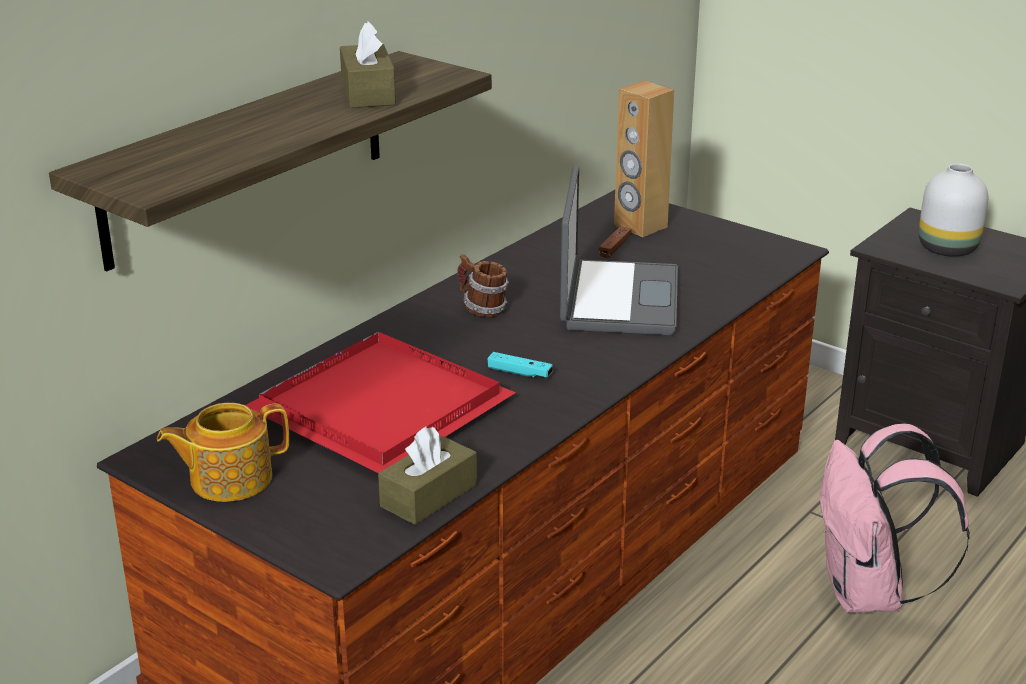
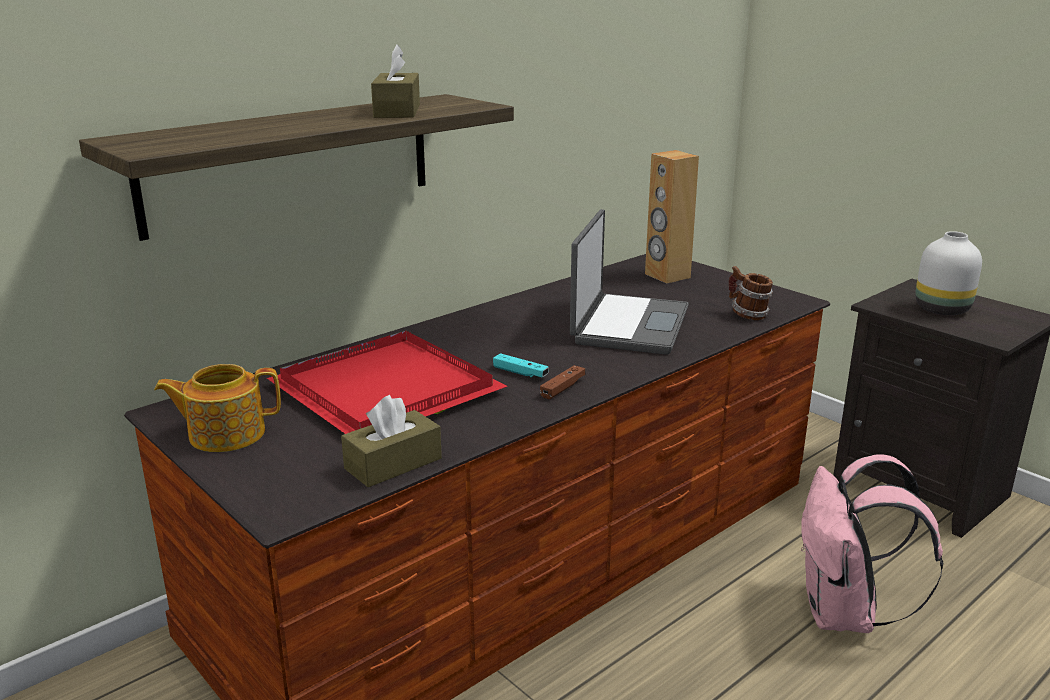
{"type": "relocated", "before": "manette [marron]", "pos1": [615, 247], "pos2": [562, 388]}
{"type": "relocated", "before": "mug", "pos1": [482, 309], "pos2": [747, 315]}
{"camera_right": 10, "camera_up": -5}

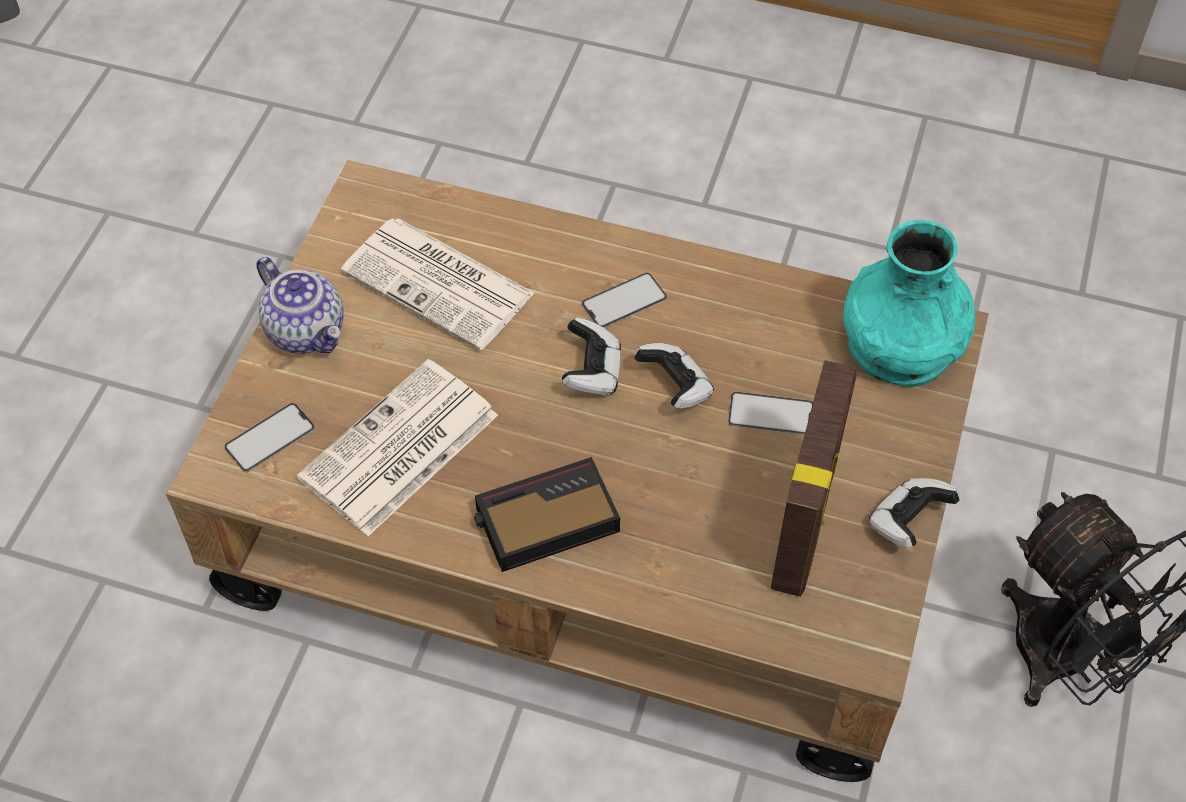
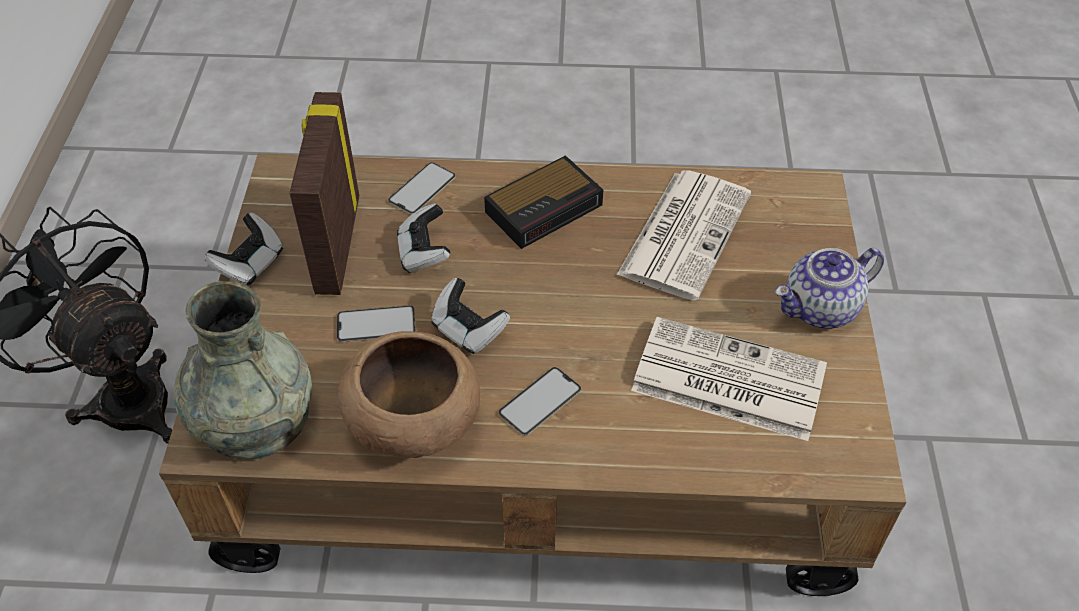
{"type": "colour", "before": "vase [turquoise]", "after": "vase [gris]", "pos1": [900, 344], "pos2": [254, 417]}
{"type": "appeared", "after": "bol [marron]", "pos2": [414, 420]}
{"type": "relocated", "before": "téléphone", "pos1": [270, 438], "pos2": [422, 189]}
{"type": "relocated", "before": "manette", "pos1": [592, 371], "pos2": [424, 253]}
{"type": "spun", "before": "théière", "pos1": [307, 330], "pos2": [820, 309], "turn": -60}
{"camera_right": 165, "camera_up": -5}

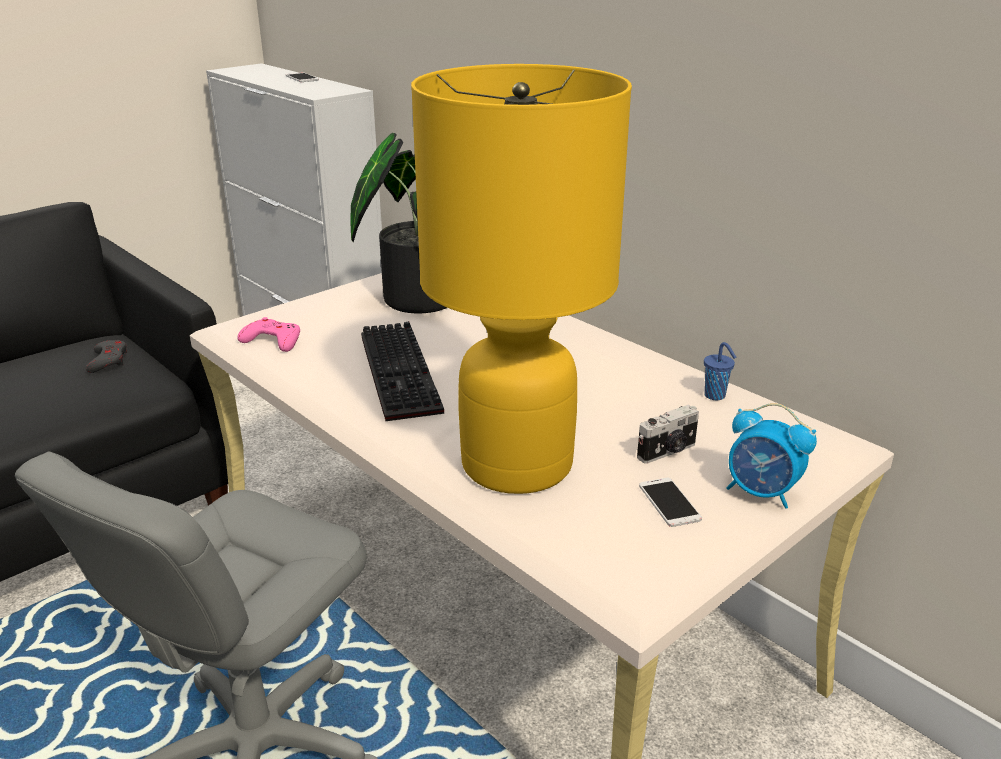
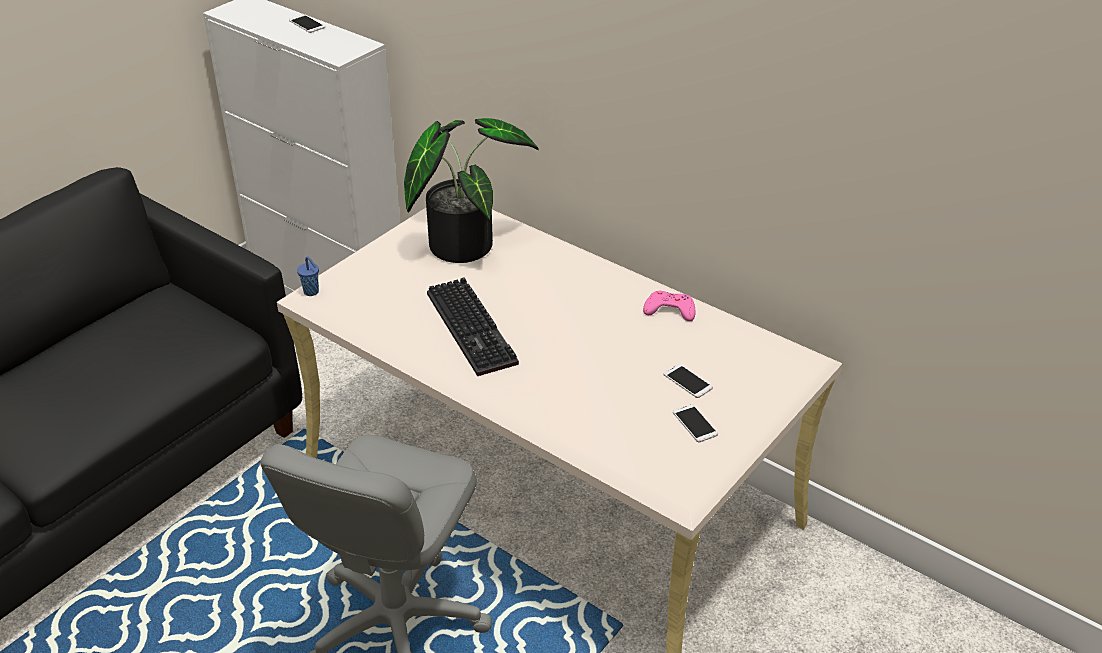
{"type": "relocated", "before": "tasse [bleu]", "pos1": [716, 396], "pos2": [312, 292]}
{"type": "relocated", "before": "manette [rose]", "pos1": [273, 340], "pos2": [669, 310]}
{"type": "exchanged", "before": "appareil photo", "after": "téléphone", "pos1": [668, 452], "pos2": [687, 381]}
{"type": "missing", "before": "manette [gris]", "pos1": [108, 360]}
{"type": "missing", "before": "lampe de table [jaune]", "pos1": [516, 465]}
{"type": "missing", "before": "réveil", "pos1": [761, 493]}
{"camera_right": -10, "camera_up": 10}

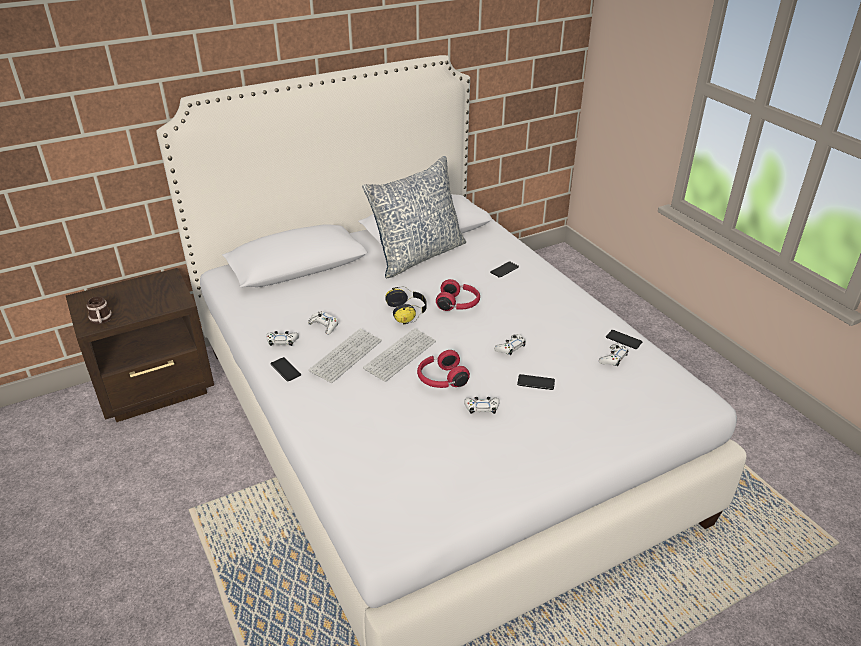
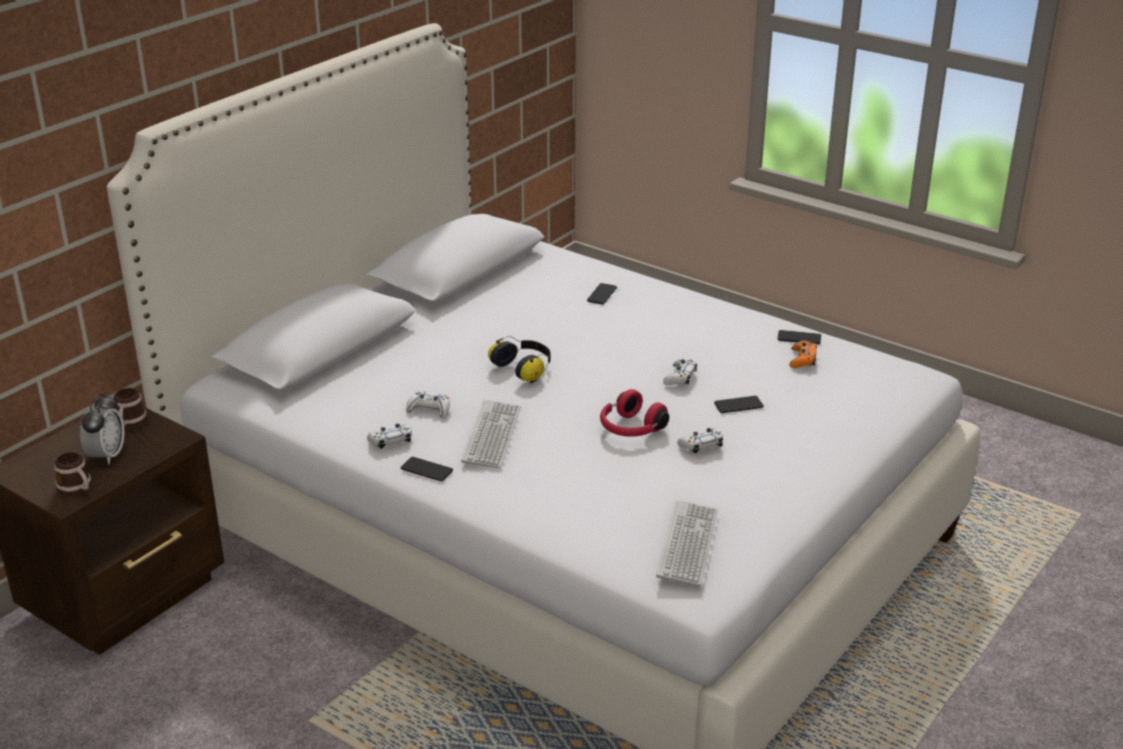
{"type": "appeared", "after": "réveil", "pos2": [107, 455]}
{"type": "appeared", "after": "mug", "pos2": [129, 423]}
{"type": "relocated", "before": "clavier", "pos1": [400, 355], "pos2": [687, 544]}
{"type": "colour", "before": "manette [blanc]", "after": "manette [orange]", "pos1": [613, 358], "pos2": [802, 359]}
{"type": "missing", "before": "coussin", "pos1": [418, 255]}
{"type": "missing", "before": "casque audio [rouge]", "pos1": [458, 304]}
{"camera_right": -25, "camera_up": -5}

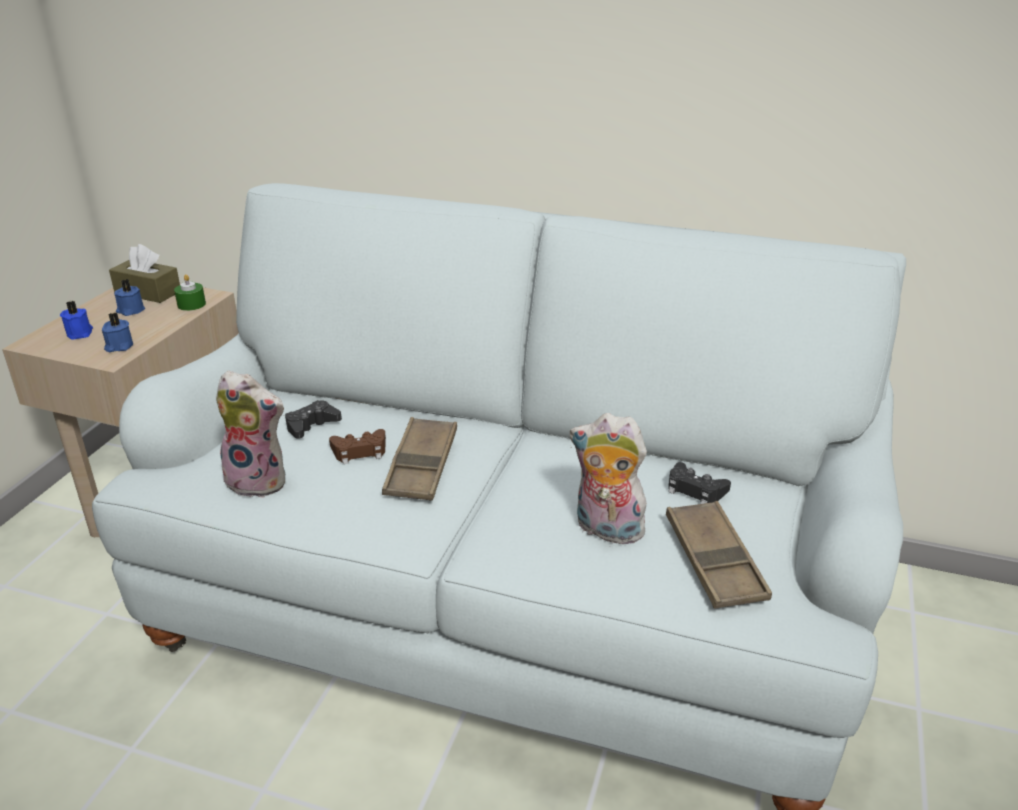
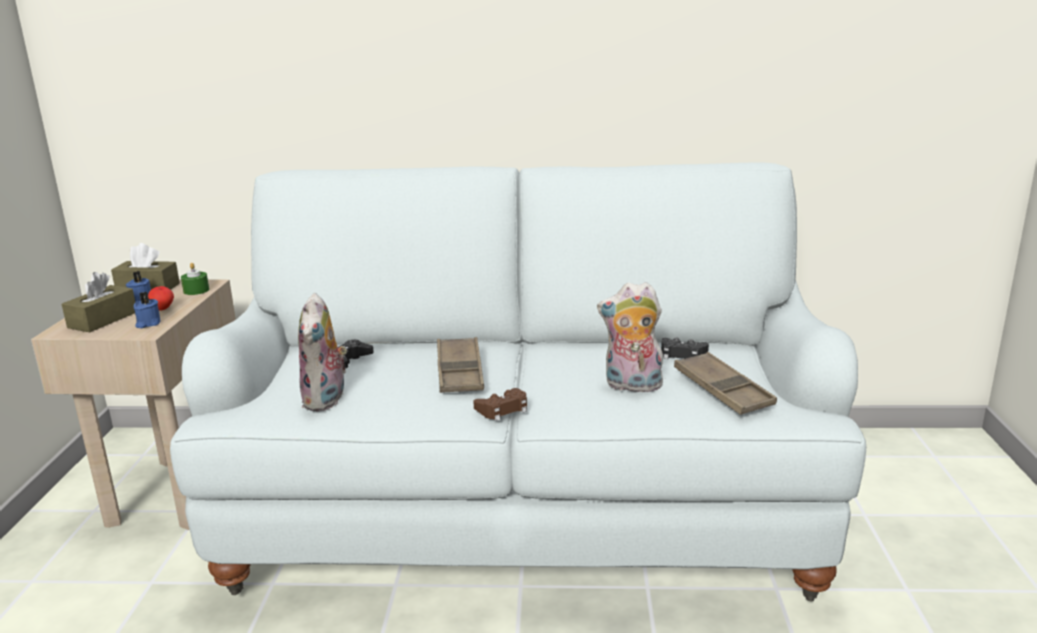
{"type": "exchanged", "before": "bougie [bleu]", "after": "boîte à mouchoirs [marron]", "pos1": [80, 333], "pos2": [103, 320]}
{"type": "appeared", "after": "pomme", "pos2": [162, 309]}
{"type": "spun", "before": "peluche", "pos1": [260, 480], "pos2": [327, 400], "turn": 90}
{"type": "relocated", "before": "manette [marron]", "pos1": [360, 451], "pos2": [503, 409]}
{"camera_right": -15, "camera_up": -10}

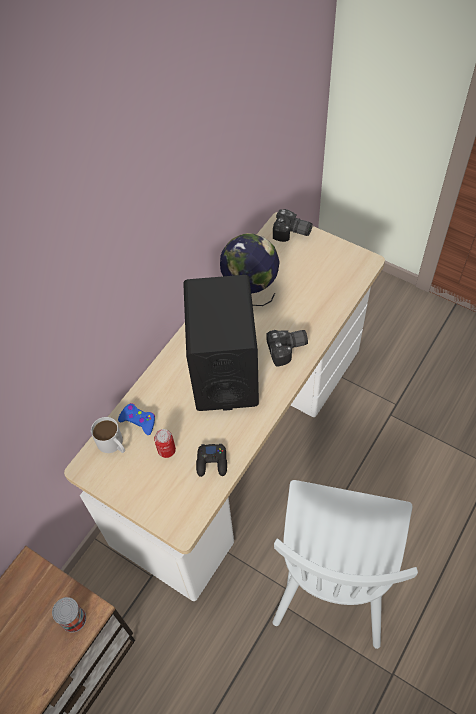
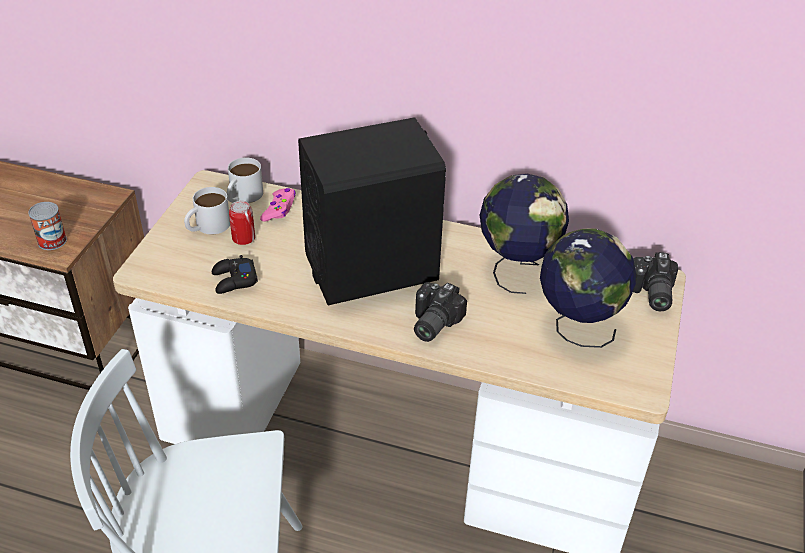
{"type": "appeared", "after": "mug [blanc]", "pos2": [207, 226]}
{"type": "colour", "before": "manette [bleu]", "after": "manette [rose]", "pos1": [138, 421], "pos2": [279, 209]}
{"type": "spun", "before": "appareil photo", "pos1": [288, 350], "pos2": [431, 323], "turn": 60}
{"type": "appeared", "after": "globe", "pos2": [576, 327]}
{"camera_right": 70, "camera_up": -15}

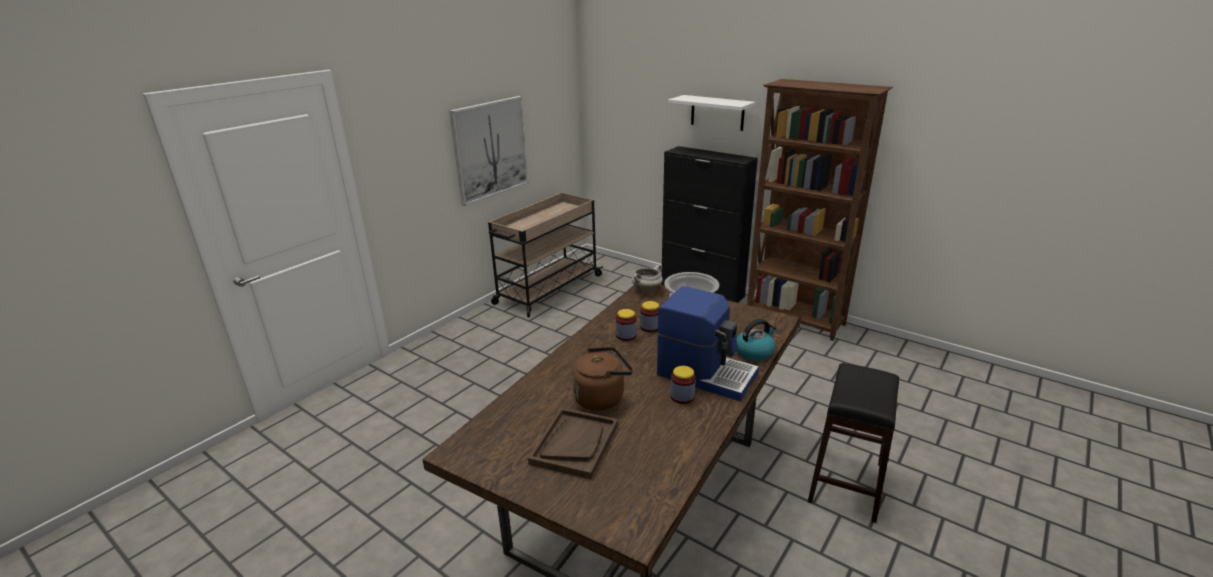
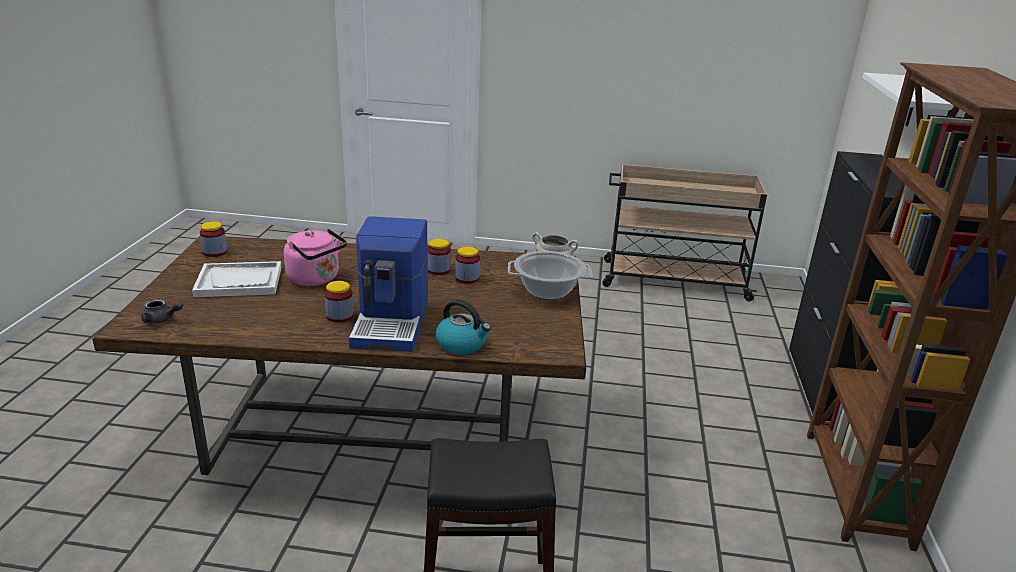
{"type": "appeared", "after": "théière [gris]", "pos2": [161, 320]}
{"type": "colour", "before": "plateau [marron]", "after": "plateau [blanc]", "pos1": [574, 444], "pos2": [239, 281]}
{"type": "appeared", "after": "bocal", "pos2": [215, 252]}
{"type": "colour", "before": "bouilloire [marron]", "after": "bouilloire [rose]", "pos1": [601, 397], "pos2": [316, 279]}
{"type": "missing", "before": "tableau", "pos1": [490, 149]}
{"camera_right": 60, "camera_up": 0}

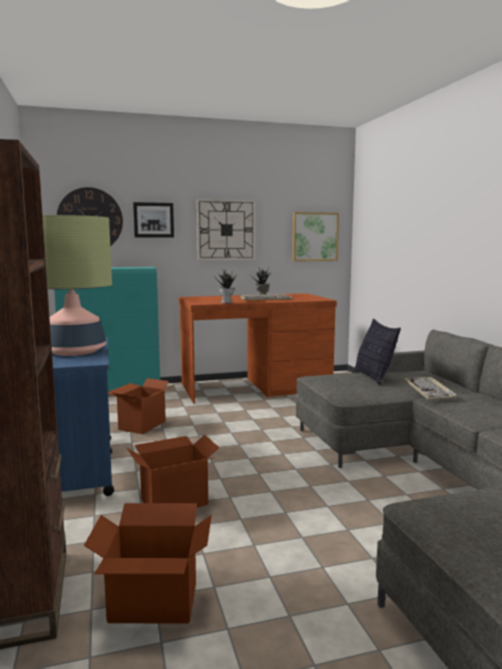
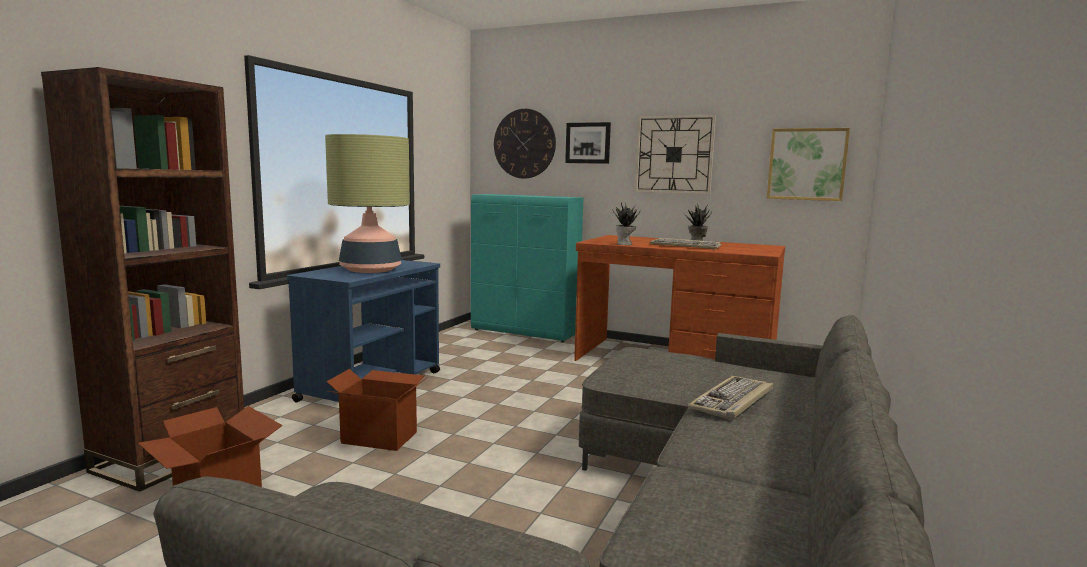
{"type": "missing", "before": "carton", "pos1": [141, 425]}
{"type": "missing", "before": "coussin", "pos1": [374, 377]}
{"camera_right": 40, "camera_up": 0}

